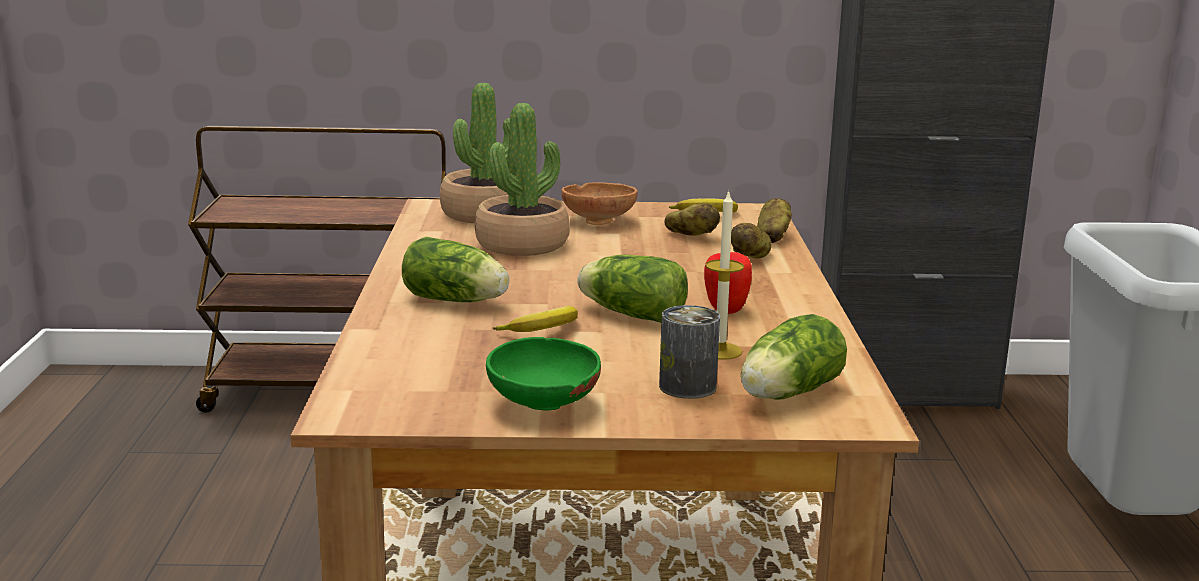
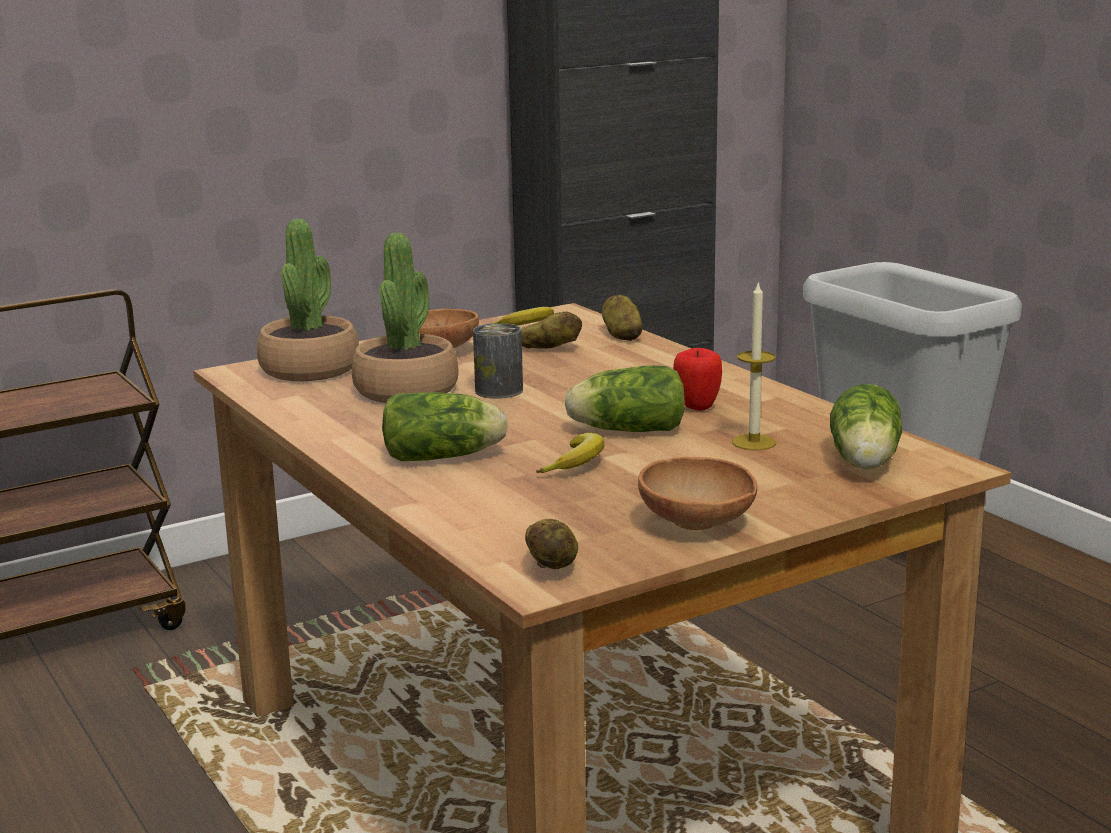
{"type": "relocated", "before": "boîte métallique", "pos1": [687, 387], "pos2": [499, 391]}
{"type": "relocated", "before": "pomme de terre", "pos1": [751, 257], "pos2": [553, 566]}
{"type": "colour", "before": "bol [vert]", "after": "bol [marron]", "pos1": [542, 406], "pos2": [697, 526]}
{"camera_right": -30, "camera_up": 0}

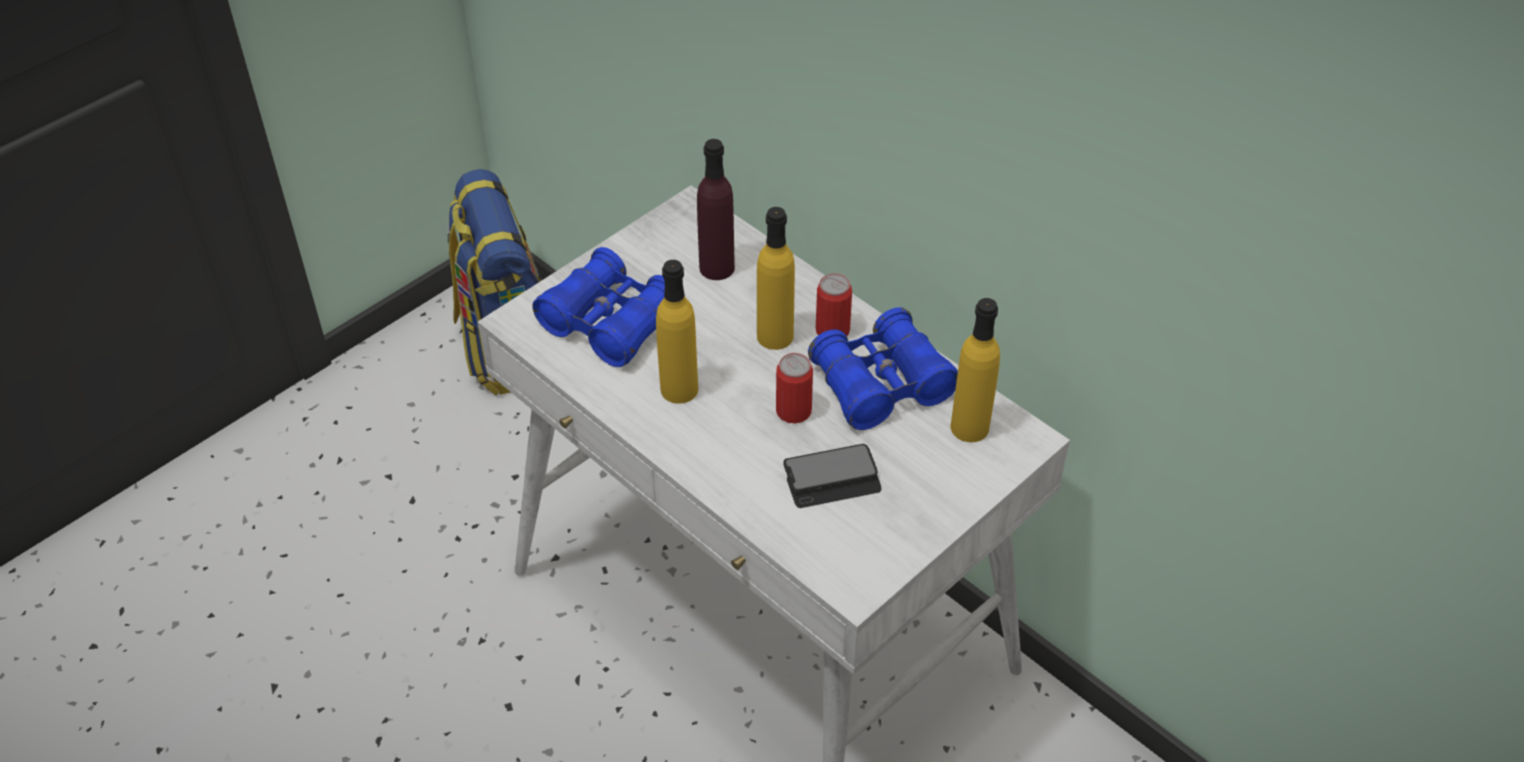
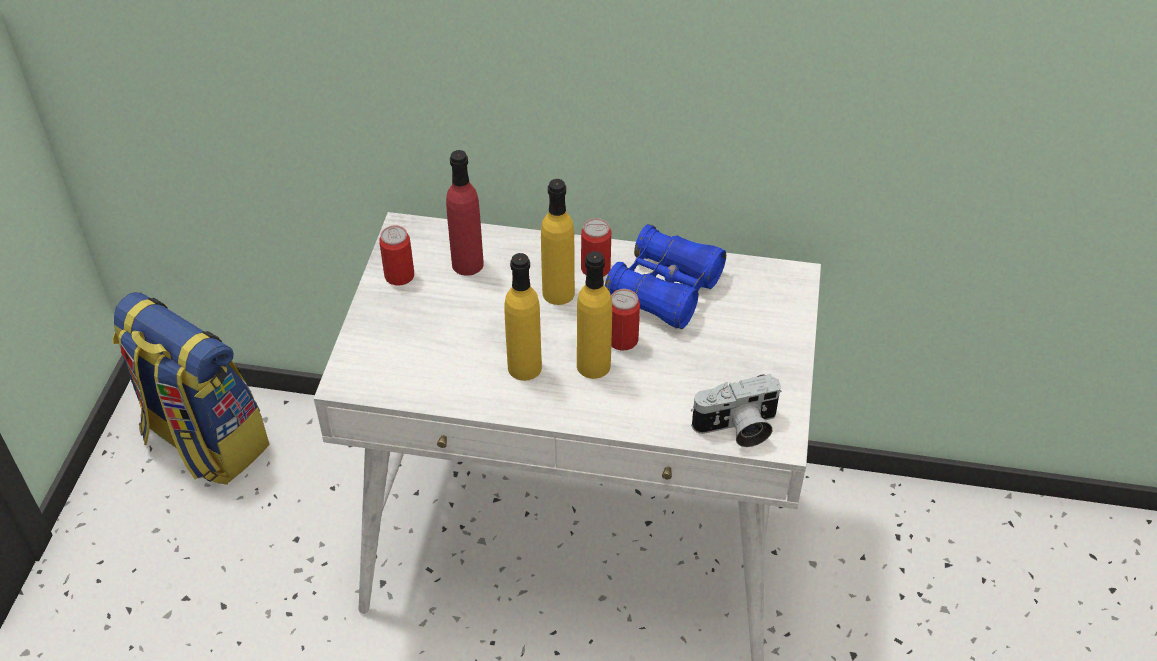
{"type": "appeared", "after": "boîte métallique", "pos2": [399, 276]}
{"type": "colour", "before": "bouteille [violet]", "after": "bouteille [rouge]", "pos1": [717, 268], "pos2": [467, 264]}
{"type": "relocated", "before": "bouteille [jaune]", "pos1": [969, 427], "pos2": [593, 365]}
{"type": "appeared", "after": "appareil photo", "pos2": [737, 428]}
{"type": "missing", "before": "jumelles [bleu]", "pos1": [609, 323]}
{"type": "missing", "before": "téléphone", "pos1": [832, 478]}
{"camera_right": -35, "camera_up": 0}

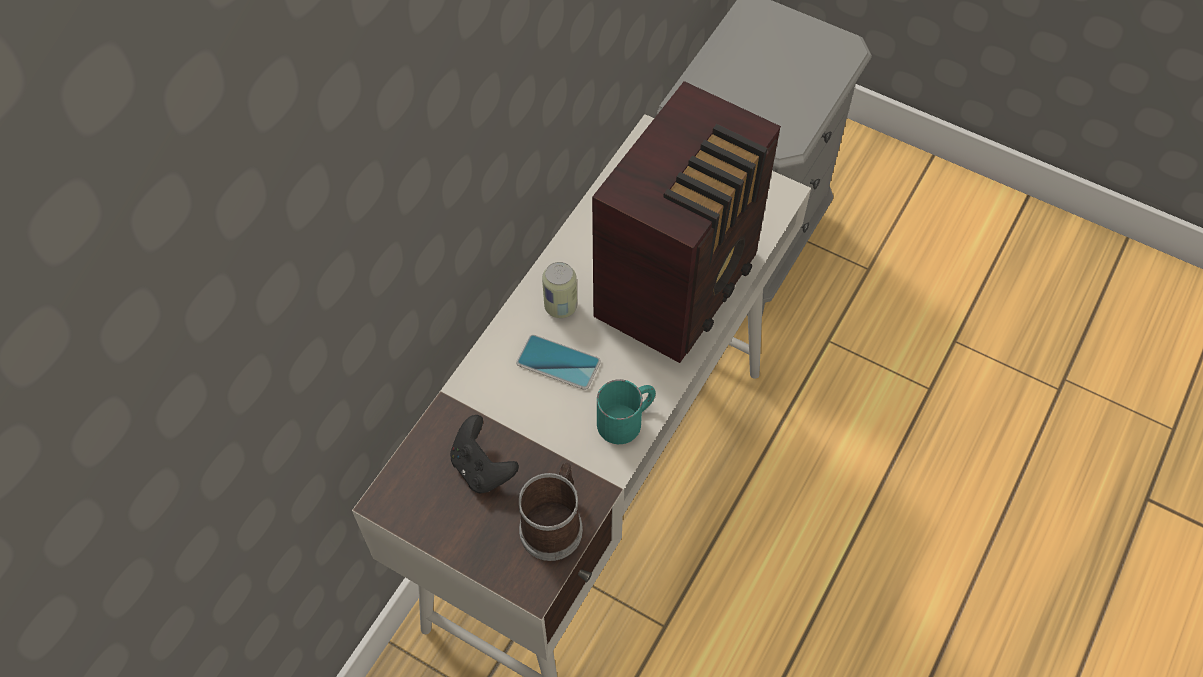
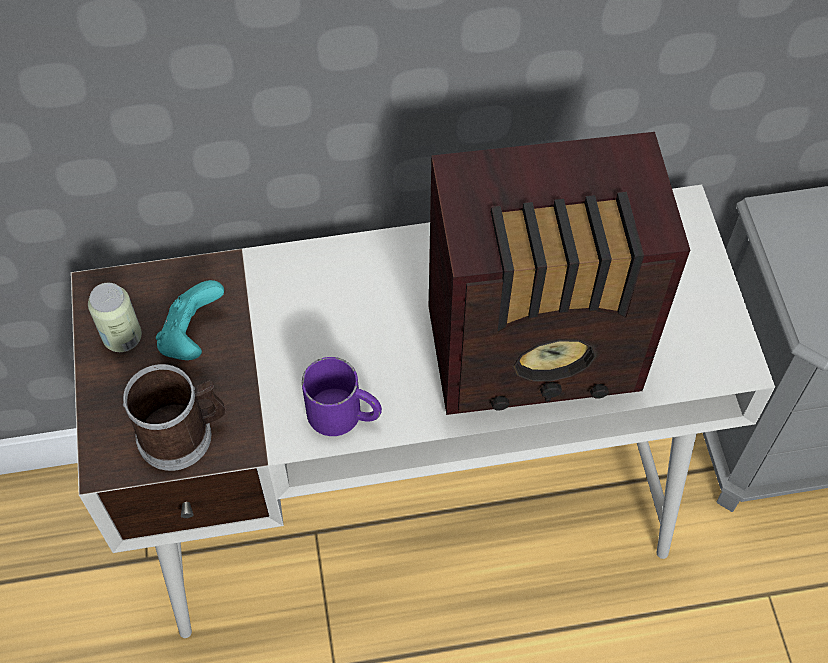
{"type": "relocated", "before": "boîte métallique", "pos1": [560, 306], "pos2": [122, 337]}
{"type": "colour", "before": "manette [noir]", "after": "manette [turquoise]", "pos1": [482, 468], "pos2": [192, 336]}
{"type": "colour", "before": "mug [turquoise]", "after": "mug [violet]", "pos1": [627, 419], "pos2": [345, 415]}
{"type": "missing", "before": "téléphone", "pos1": [558, 362]}
{"camera_right": 50, "camera_up": 0}

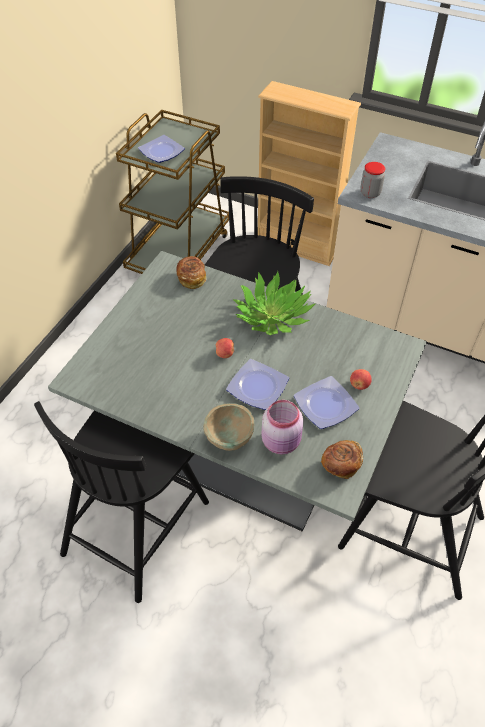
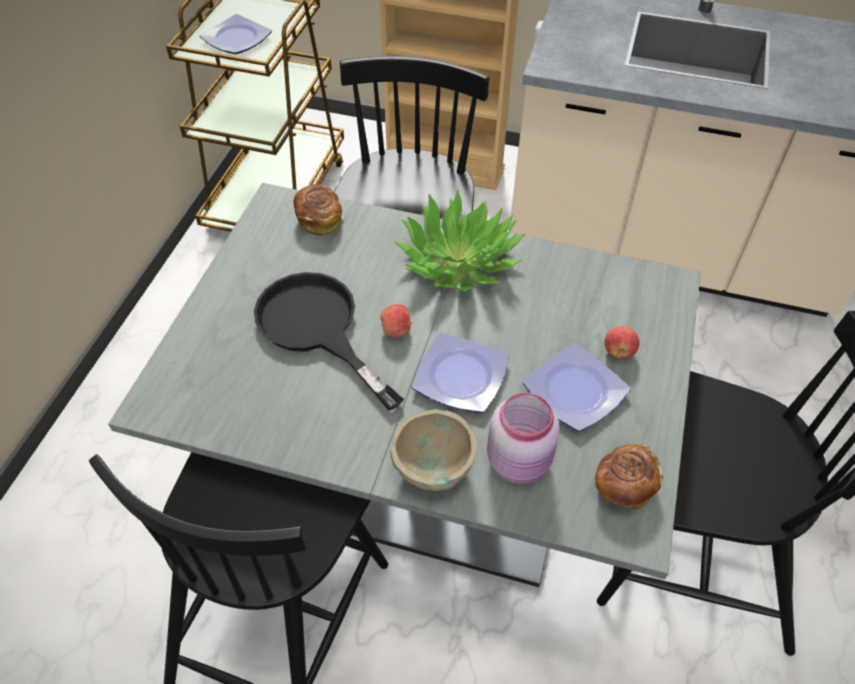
{"type": "appeared", "after": "poêle [noir]", "pos2": [317, 328]}
{"type": "missing", "before": "bocal", "pos1": [370, 193]}
{"camera_right": -10, "camera_up": 0}

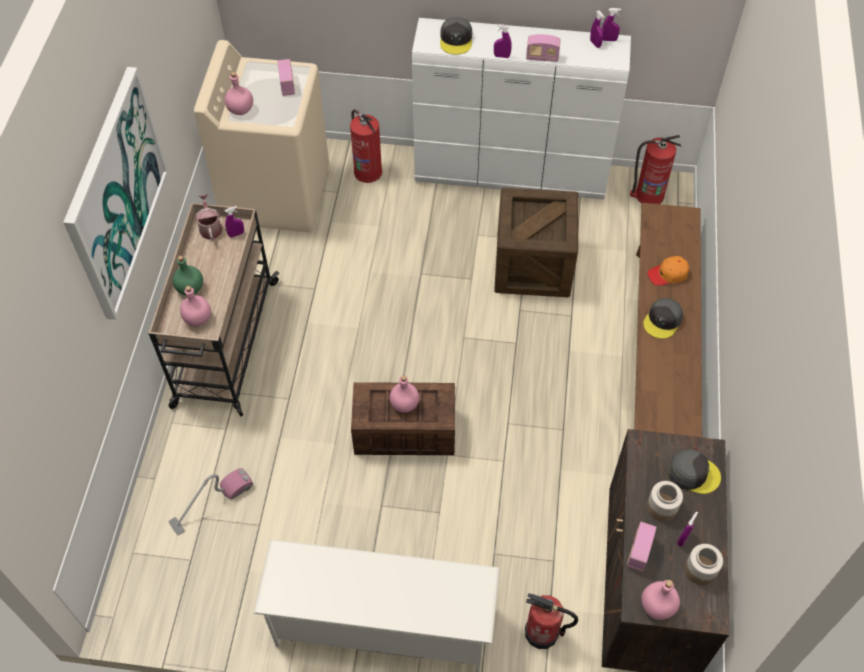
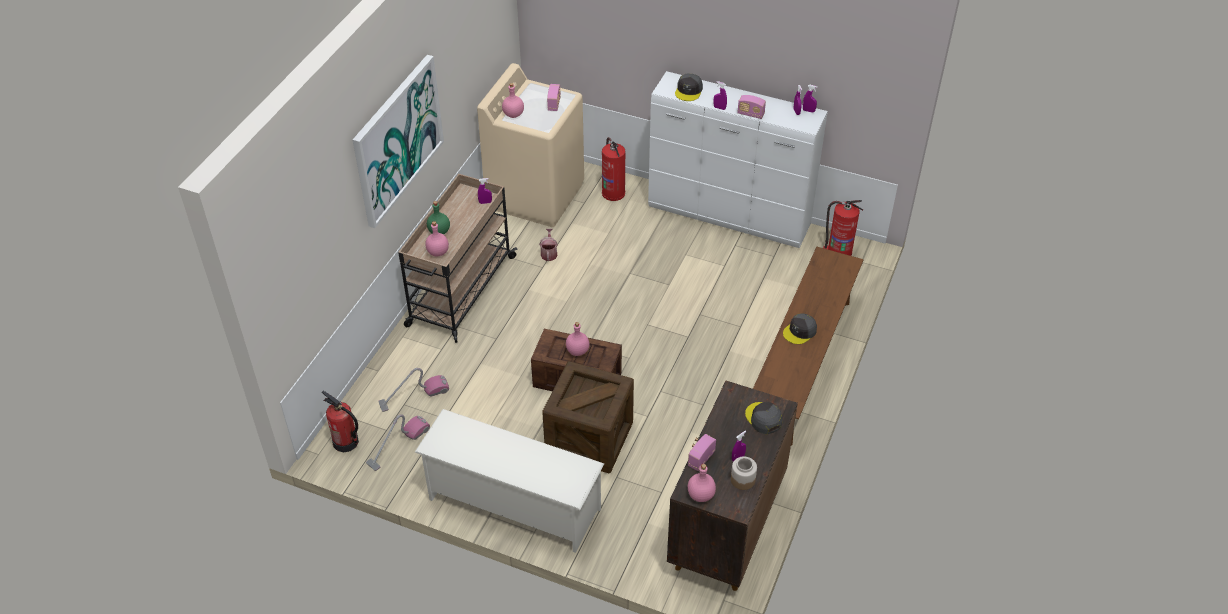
{"type": "relocated", "before": "extincteur", "pos1": [542, 633], "pos2": [346, 442]}
{"type": "appeared", "after": "aspirateur", "pos2": [398, 445]}
{"type": "relocated", "before": "arrosoir", "pos1": [210, 227], "pos2": [549, 253]}
{"type": "relocated", "before": "caisse", "pos1": [533, 266], "pos2": [589, 438]}
{"type": "spun", "before": "casquette [gris]", "pos1": [693, 473], "pos2": [763, 418], "turn": -150}
{"type": "missing", "before": "bocal", "pos1": [662, 507]}
{"type": "missing", "before": "casquette [orange]", "pos1": [668, 274]}
{"camera_right": 15, "camera_up": -10}

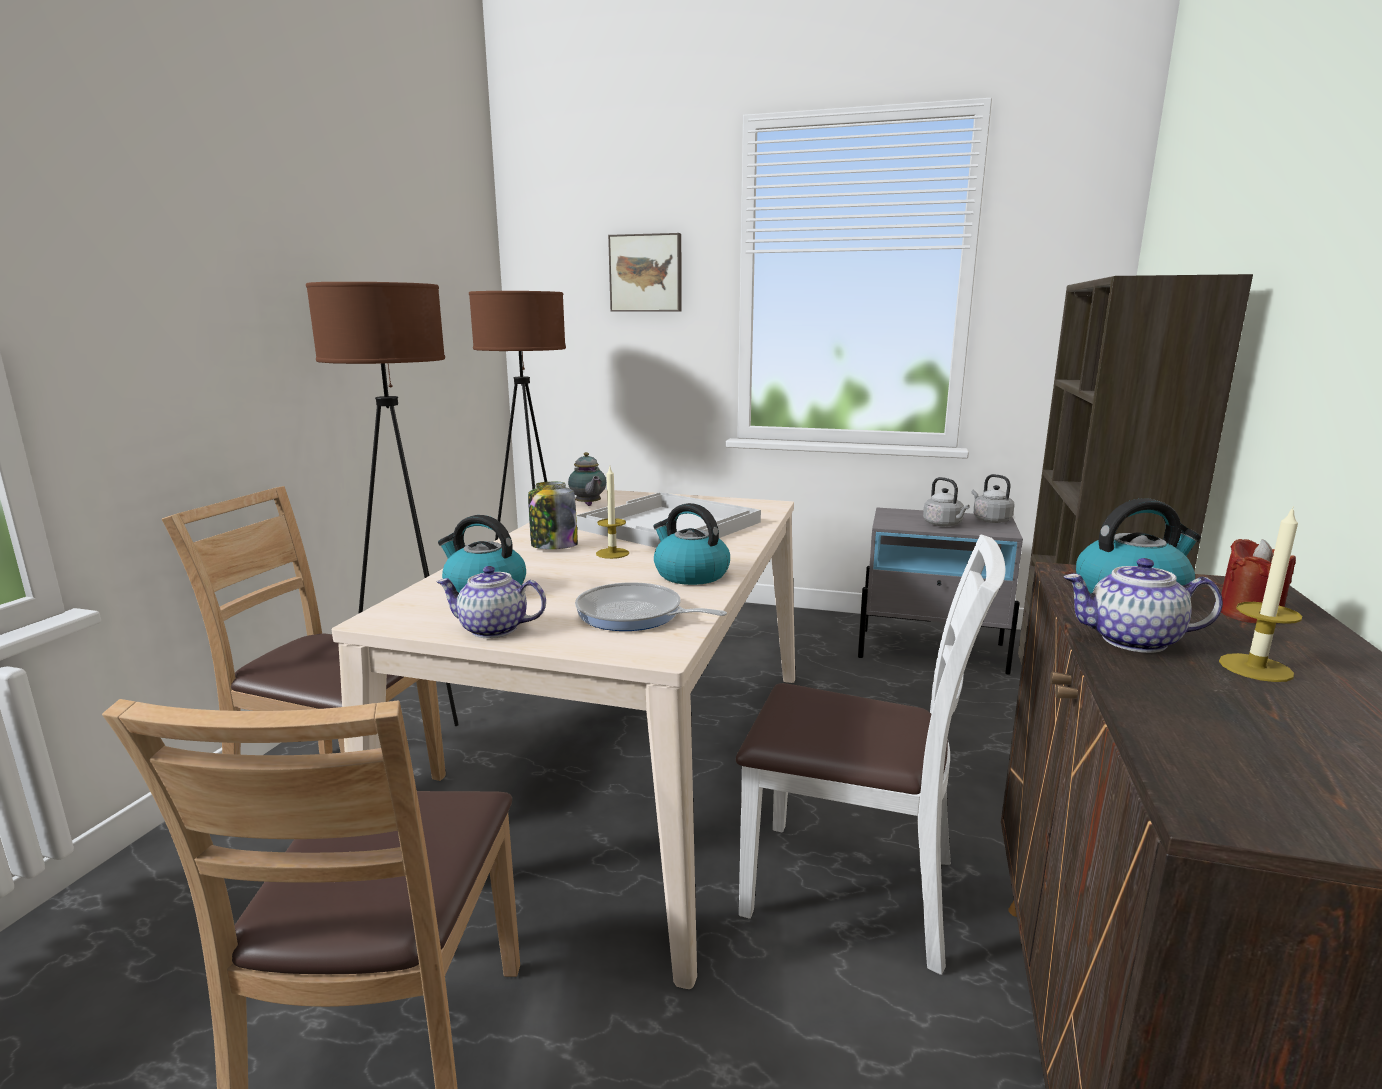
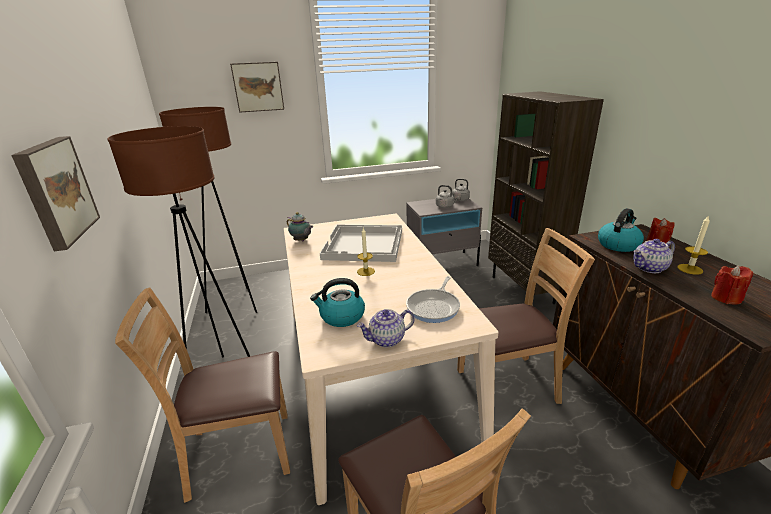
{"type": "appeared", "after": "tableau", "pos2": [55, 191]}
{"type": "spun", "before": "poêle", "pos1": [634, 615], "pos2": [434, 307], "turn": -60}
{"type": "colour", "before": "chaise [blanc]", "after": "chaise [marron]", "pos1": [852, 889], "pos2": [507, 385]}
{"type": "appeared", "after": "bougie [rouge]", "pos2": [726, 298]}
{"type": "missing", "before": "bocal", "pos1": [553, 546]}
{"type": "missing", "before": "bouilloire", "pos1": [690, 574]}
{"camera_right": -30, "camera_up": 10}

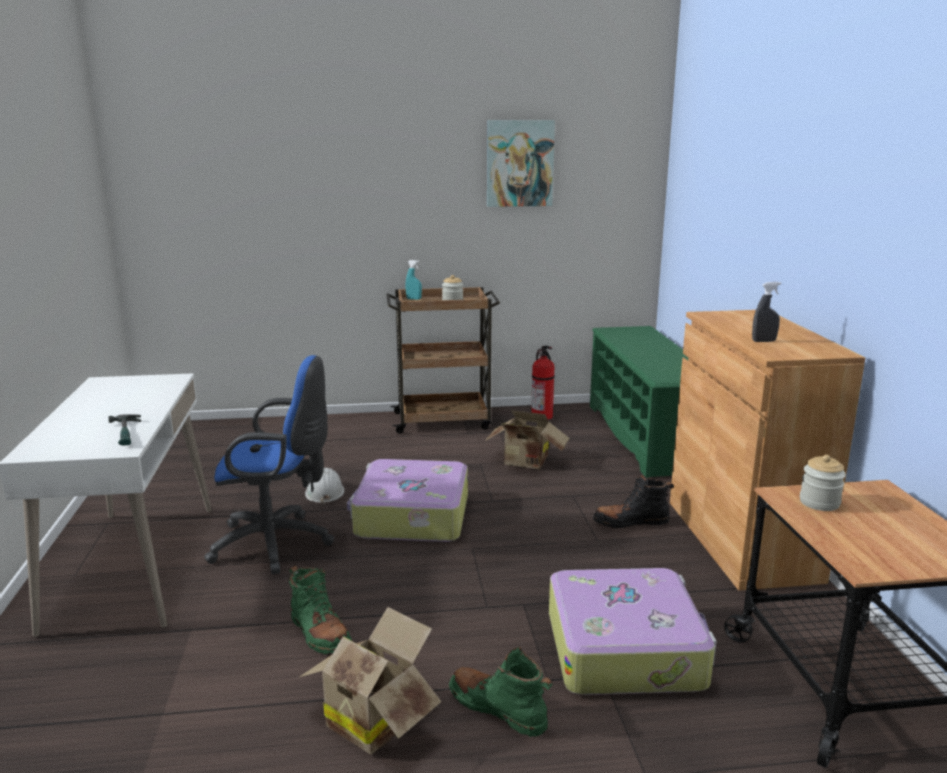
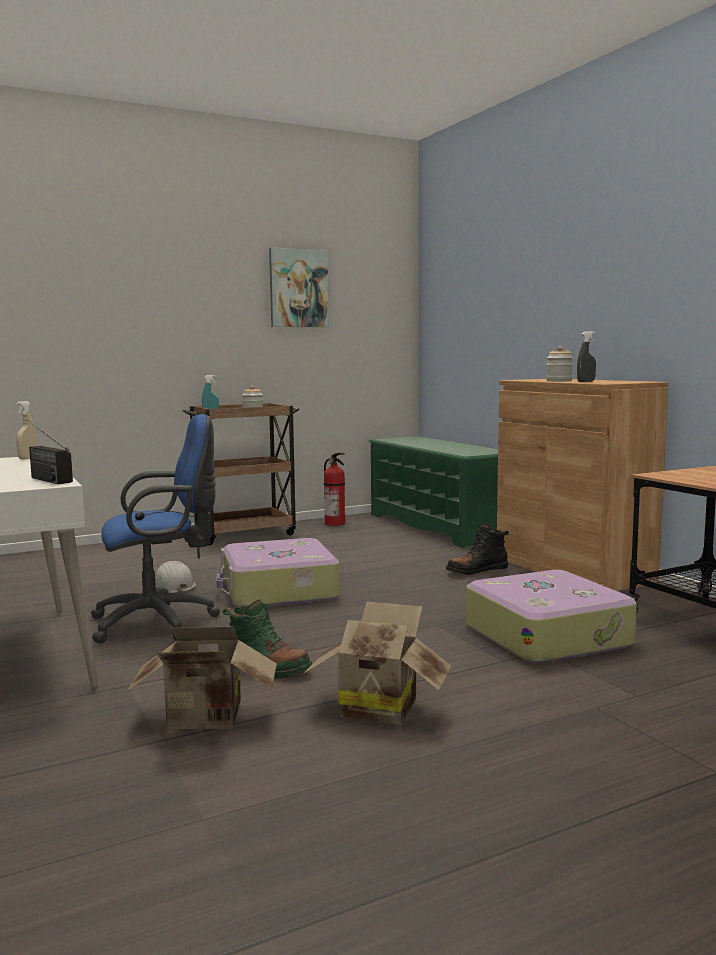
{"type": "appeared", "after": "vaporisateur [beige]", "pos2": [28, 458]}
{"type": "exchanged", "before": "marteau", "after": "radio", "pos1": [126, 433], "pos2": [42, 478]}
{"type": "relocated", "before": "carton", "pos1": [526, 463], "pos2": [206, 720]}
{"type": "relocated", "before": "bocal", "pos1": [819, 503], "pos2": [559, 381]}
{"type": "missing", "before": "botte [vert]", "pos1": [498, 709]}
{"camera_right": -20, "camera_up": -10}

